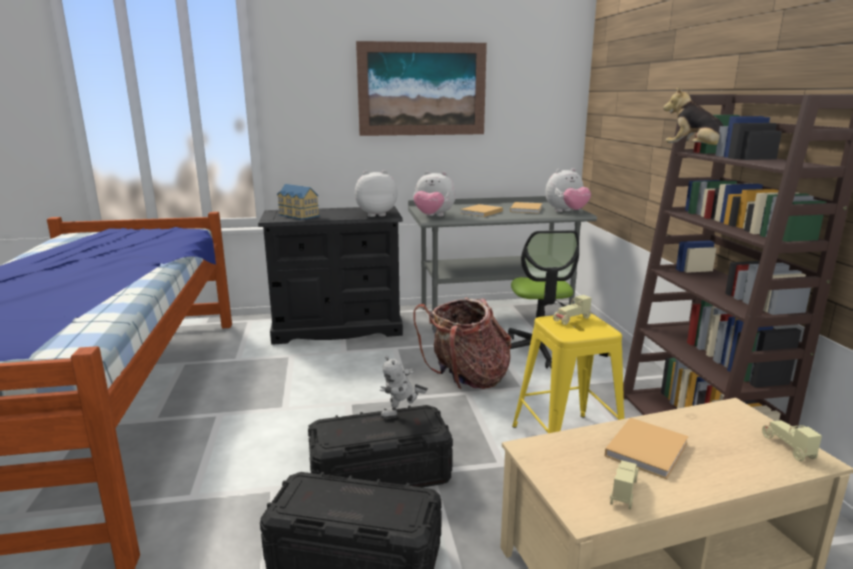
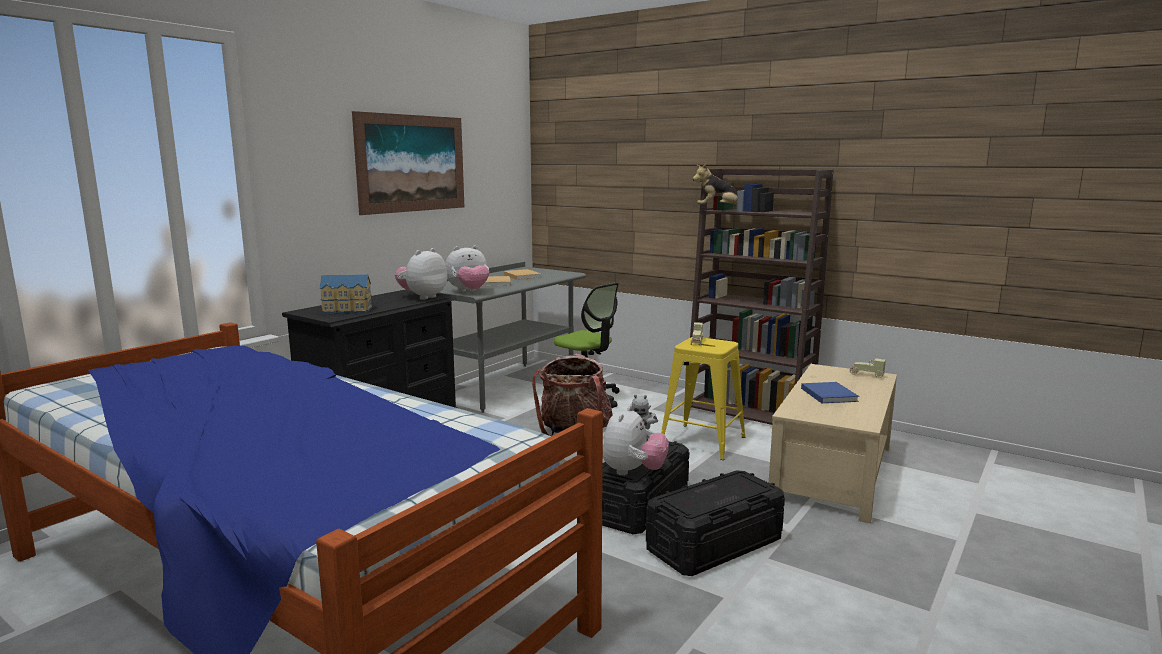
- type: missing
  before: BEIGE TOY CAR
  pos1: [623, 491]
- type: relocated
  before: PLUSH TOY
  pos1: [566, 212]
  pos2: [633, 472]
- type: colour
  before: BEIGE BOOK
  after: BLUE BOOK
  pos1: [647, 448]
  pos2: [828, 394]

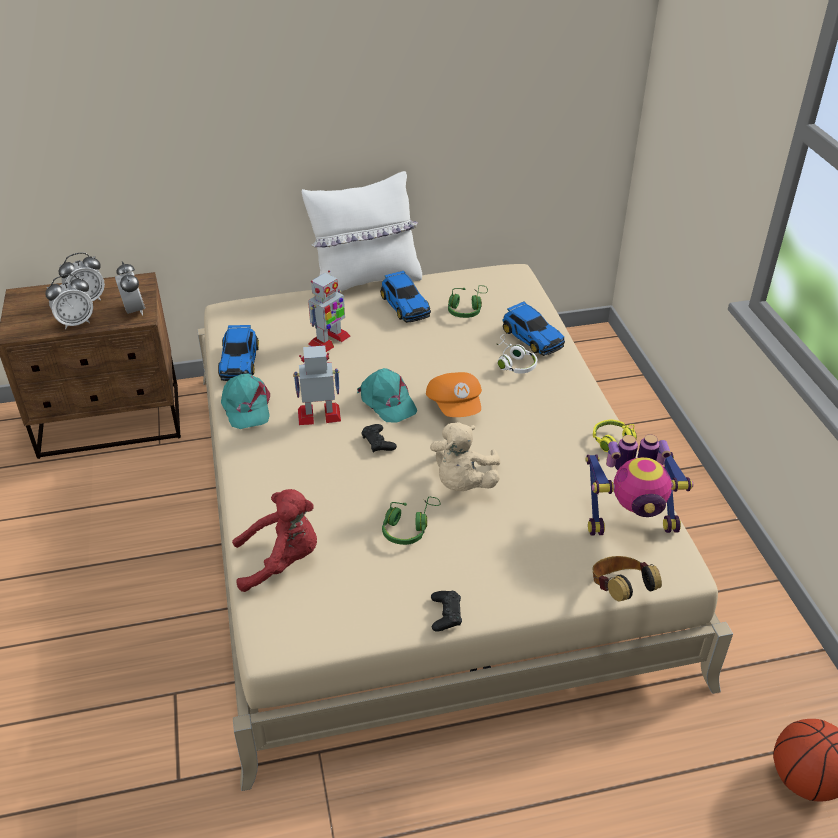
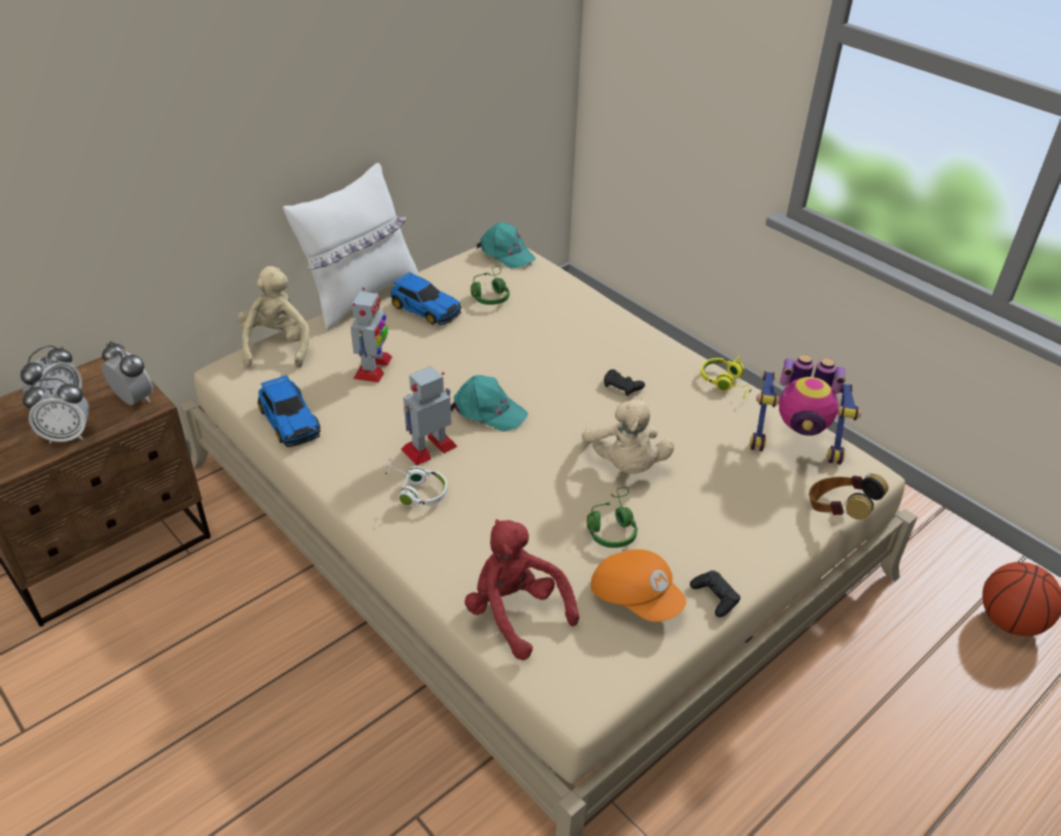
- type: missing
  before: TOY CAR
  pos1: [532, 337]
- type: appeared
  after: BEIGE PLUSH TOY
  pos2: [277, 346]
- type: relocated
  before: TURQUOISE CAP
  pos1: [246, 407]
  pos2: [506, 253]
- type: relocated
  before: BLACK GAME CONTROLLER
  pos1: [378, 442]
  pos2: [622, 386]
- type: relocated
  before: ORANGE CAP
  pos1: [456, 406]
  pos2: [636, 598]
- type: relocated
  before: WHITE HEADPHONES
  pos1: [513, 362]
  pos2: [415, 490]
- type: spun
  before: ALARM CLOCK
  pos1: [76, 322]
  pos2: [67, 436]
  turn: 45
- type: spun
  before: RED PLUSH TOY
  pos1: [282, 561]
  pos2: [515, 613]
  turn: -90
- type: spun
  before: TOY ROBOT
  pos1: [630, 521]
  pos2: [796, 446]
  turn: 45

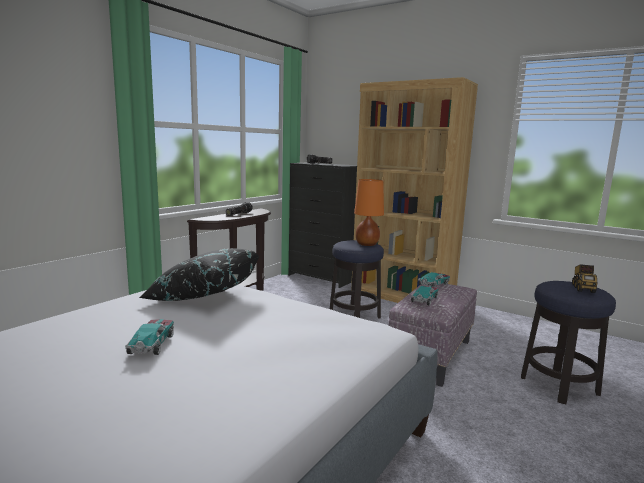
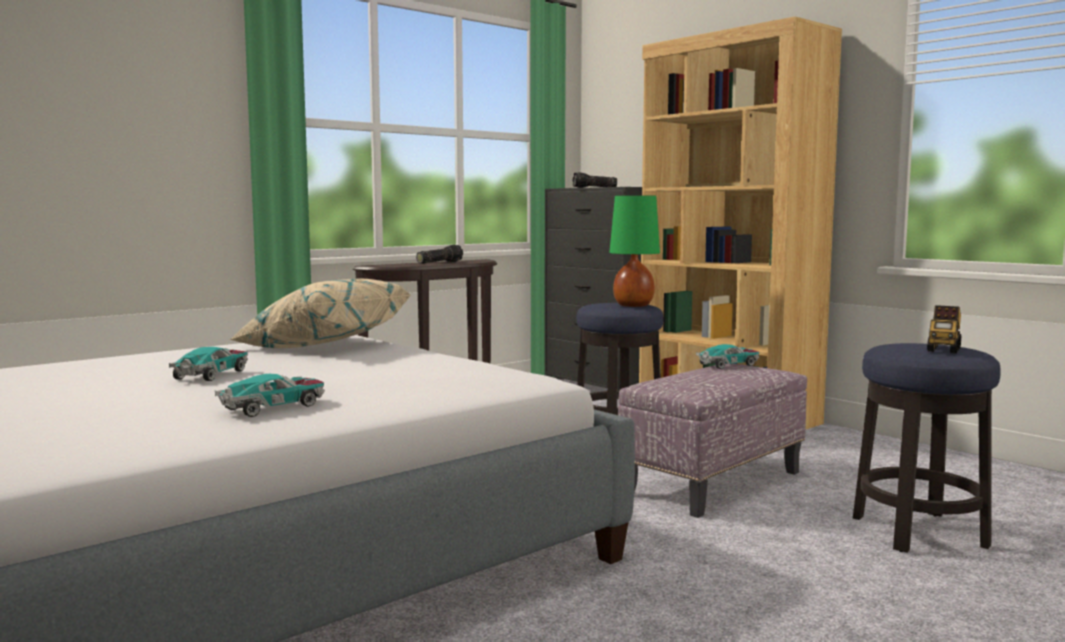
- type: relocated
  before: TOY CAR
  pos1: [425, 299]
  pos2: [274, 407]
- type: colour
  before: BLACK PILLOW
  after: BEIGE PILLOW
  pos1: [203, 295]
  pos2: [323, 346]
- type: colour
  before: ORANGE TABLE LAMP
  after: GREEN TABLE LAMP
  pos1: [366, 244]
  pos2: [633, 306]

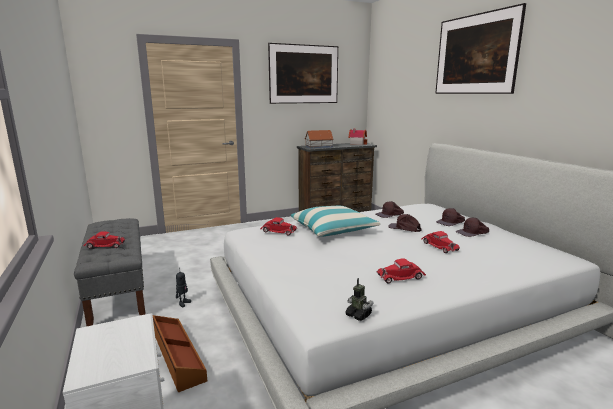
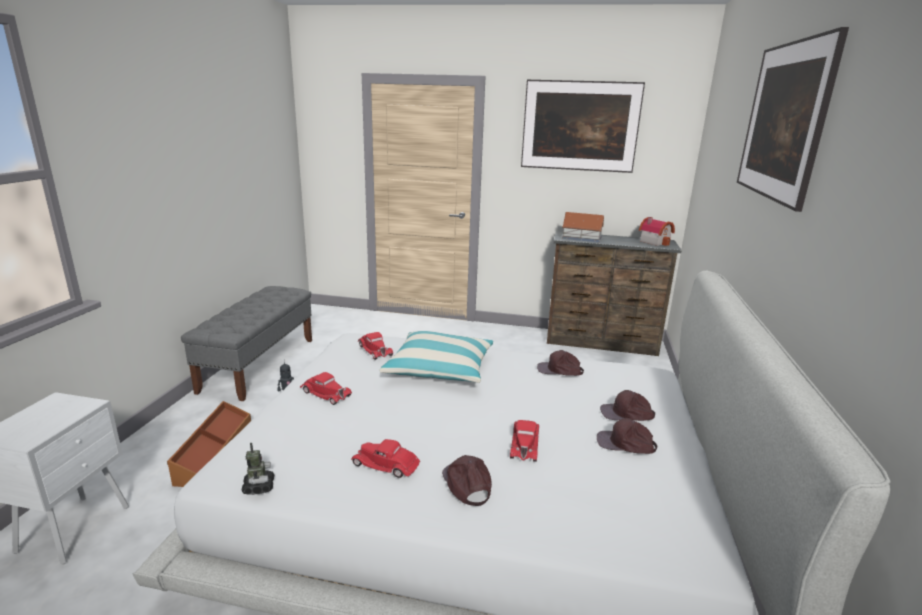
- type: relocated
  before: RED TOY CAR
  pos1: [104, 245]
  pos2: [325, 393]
- type: relocated
  before: BROWN CAP
  pos1: [404, 228]
  pos2: [466, 484]

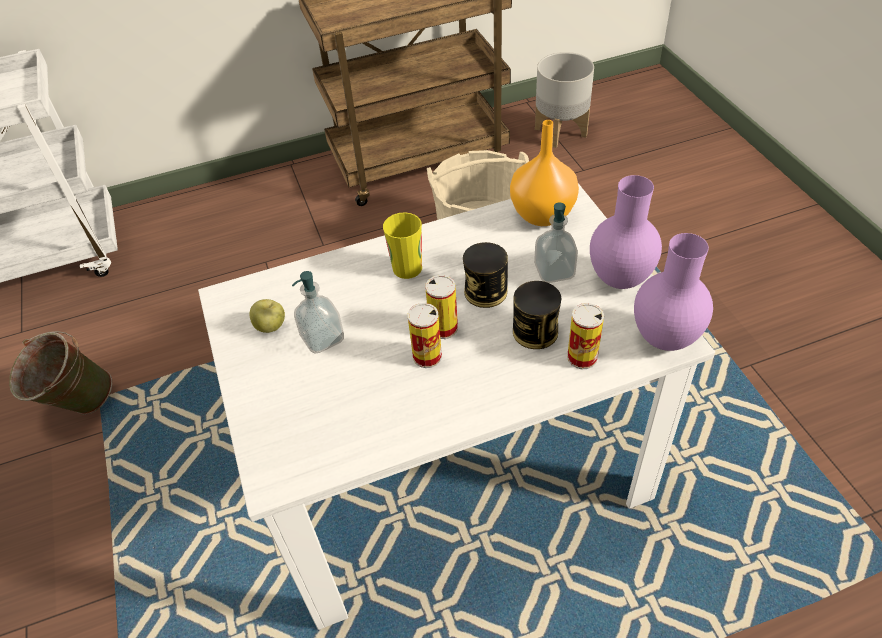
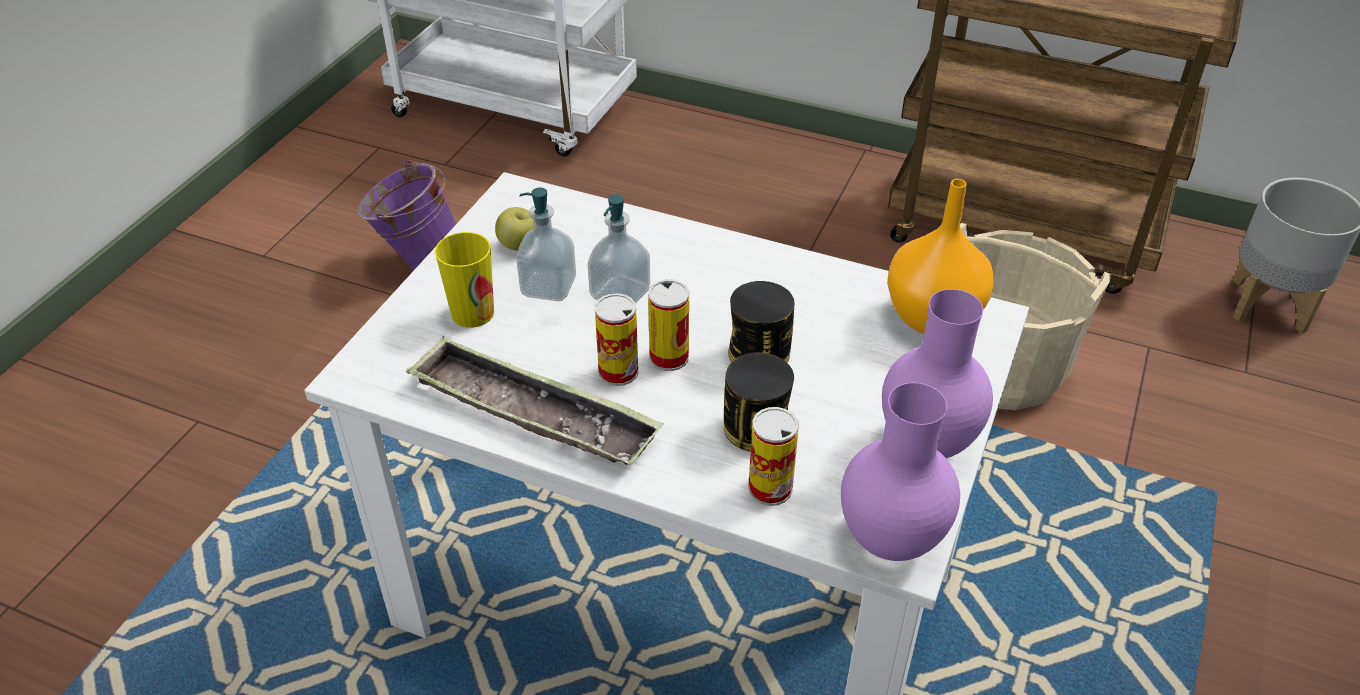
- type: appeared
  after: TRAY
  pos2: [533, 412]
- type: relocated
  before: CUP
  pos1: [407, 268]
  pos2: [472, 313]
- type: relocated
  before: SOAP DISPENSER
  pos1: [554, 271]
  pos2: [620, 294]
- type: colour
  before: GREEN BUCKET
  after: PURPLE BUCKET
  pos1: [77, 406]
  pos2: [419, 263]

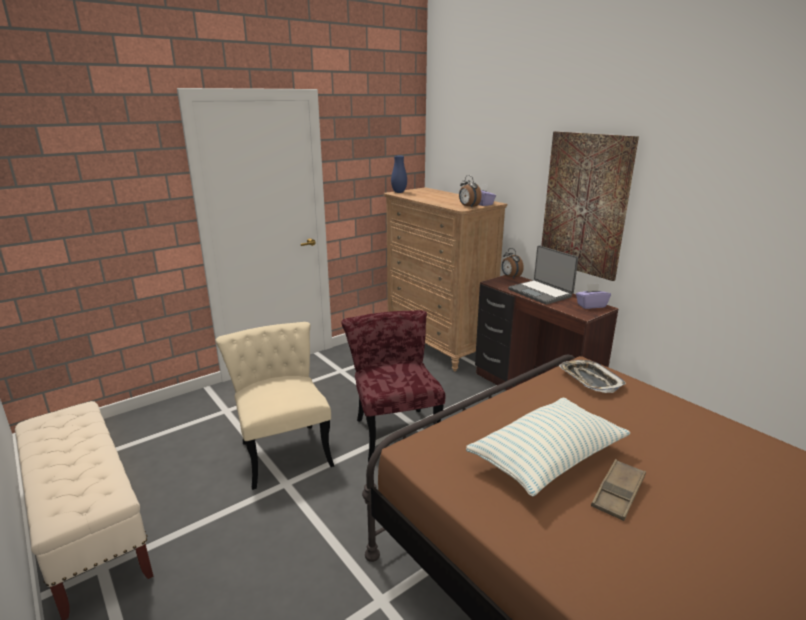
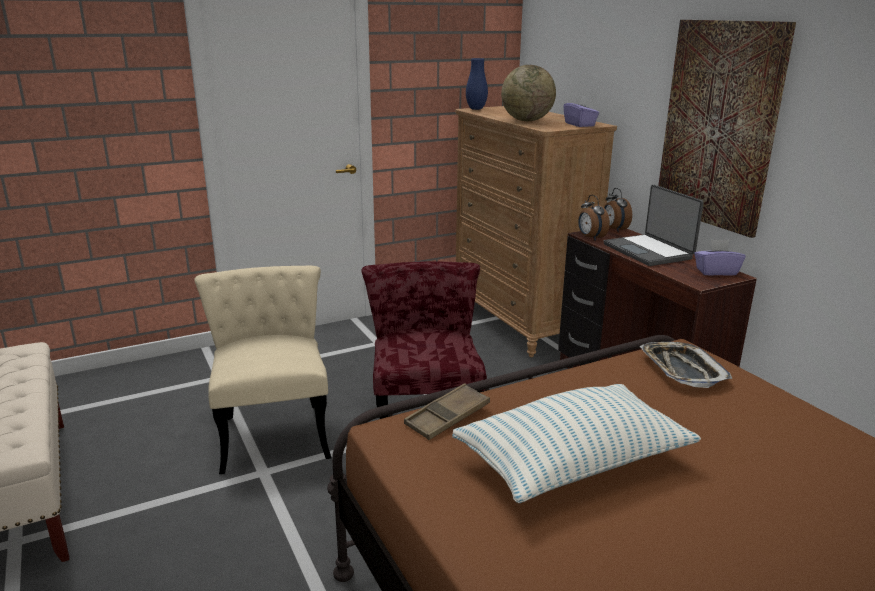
- type: appeared
  after: GLOBE
  pos2: [526, 120]
- type: relocated
  before: ALARM CLOCK
  pos1: [468, 207]
  pos2: [590, 238]
- type: relocated
  before: BROWN TRAY
  pos1: [618, 493]
  pos2: [447, 417]

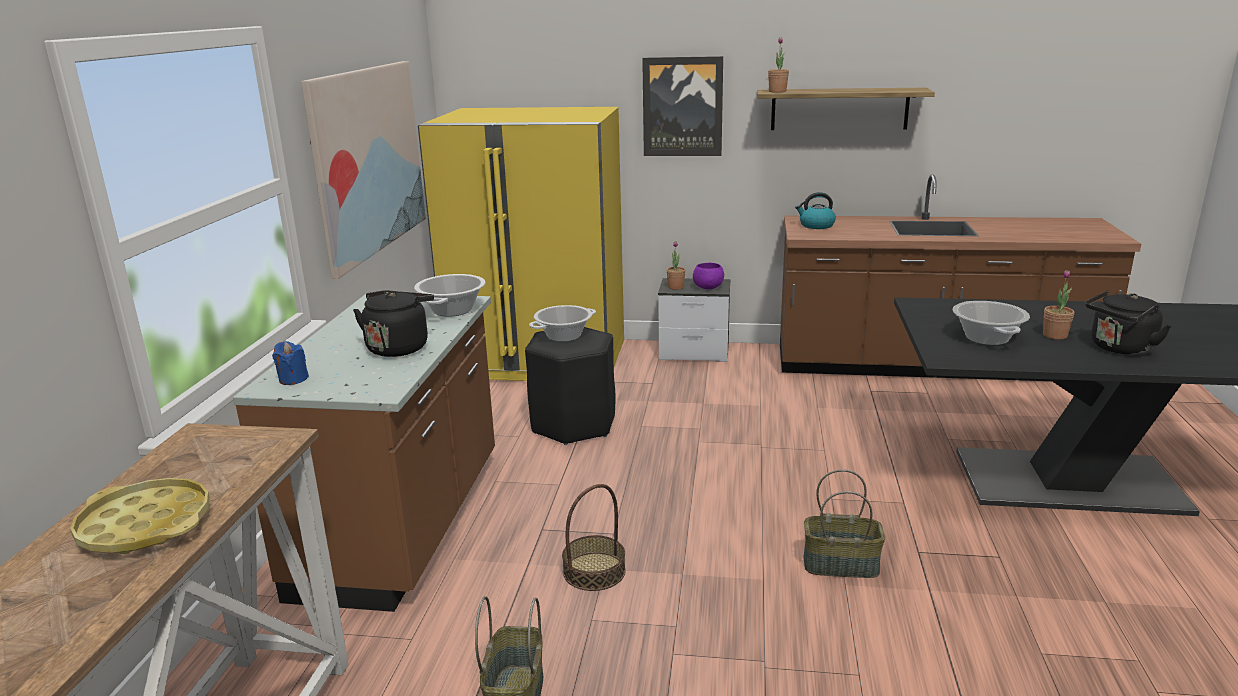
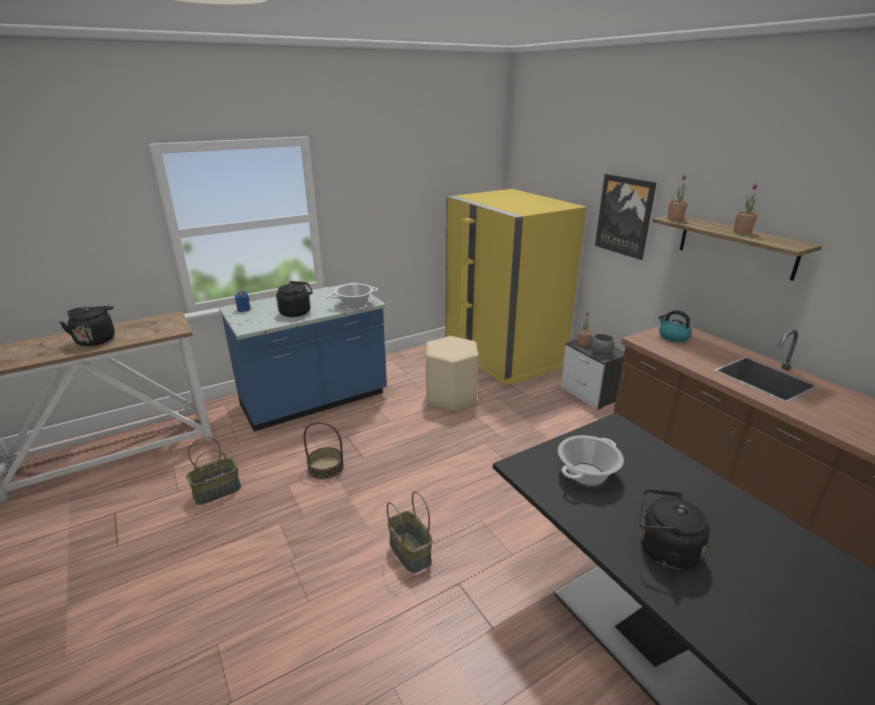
- type: missing
  before: PICTURE
  pos1: [369, 160]
- type: missing
  before: COOKING POT
  pos1: [563, 336]
- type: relocated
  before: POTTED PLANT
  pos1: [1055, 335]
  pos2: [742, 232]
- type: exchanged
  before: YELLOW TRAY
  after: BLACK KETTLE
  pos1: [146, 525]
  pos2: [96, 339]
- type: colour
  before: BROWN COUNTER
  after: BLUE COUNTER
  pos1: [404, 526]
  pos2: [314, 401]
- type: colour
  before: BLACK STOOL
  after: BEIGE STOOL
  pos1: [573, 425]
  pos2: [450, 397]
- type: colour
  before: PURPLE BOWL
  after: GREY BOWL
  pos1: [708, 288]
  pos2: [600, 353]

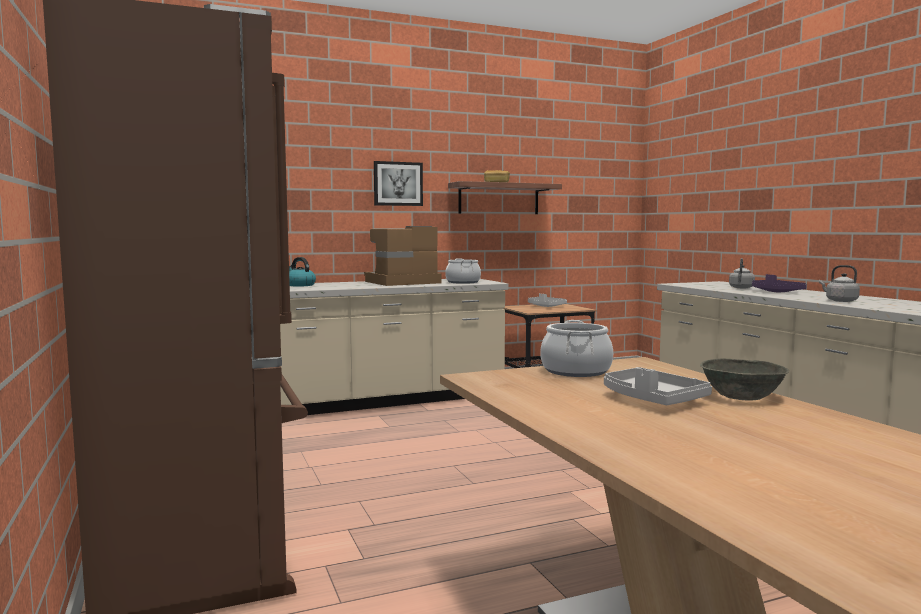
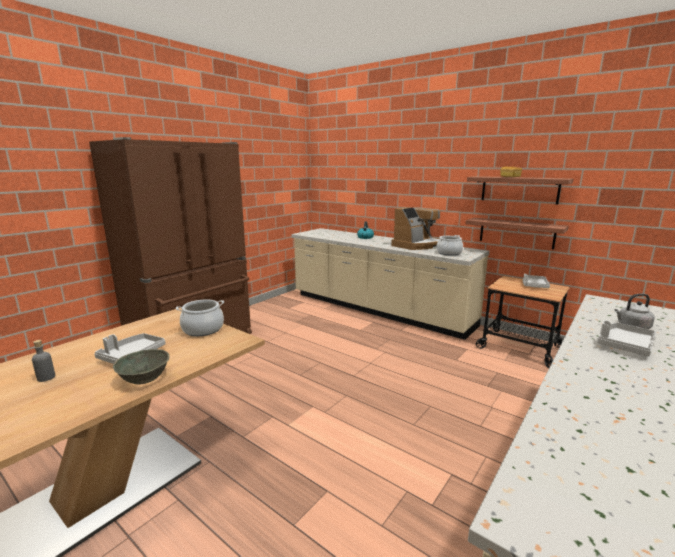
- type: missing
  before: PICTURE
  pos1: [398, 184]
- type: missing
  before: GREY KETTLE
  pos1: [839, 301]
- type: appeared
  after: GREY BOTTLE
  pos2: [46, 377]
- type: appeared
  after: SHELF
  pos2: [516, 233]
- type: colour
  before: PURPLE TRAY
  after: GREY TRAY
  pos1: [775, 292]
  pos2: [624, 345]
- type: spun
  before: COFFEE MACHINE
  pos1: [401, 282]
  pos2: [417, 245]
  turn: 105

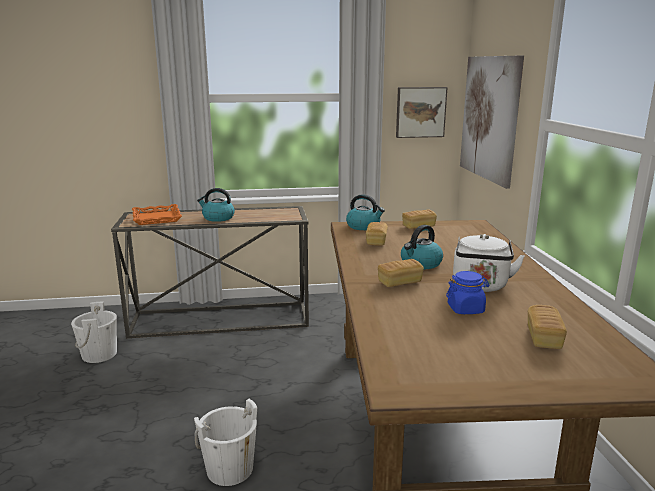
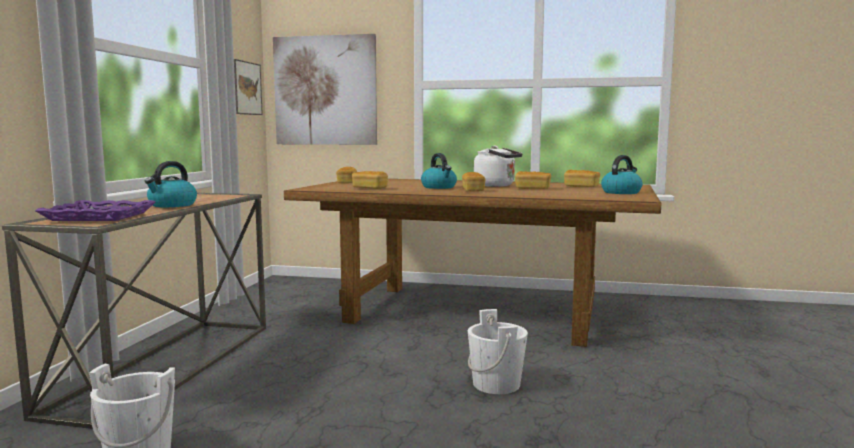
- type: relocated
  before: KETTLE
  pos1: [364, 226]
  pos2: [621, 192]
- type: exchanged
  before: BLUE JAR
  after: BREAD
  pos1: [466, 309]
  pos2: [532, 188]
- type: colour
  before: ORANGE TRAY
  after: PURPLE TRAY
  pos1: [156, 218]
  pos2: [99, 216]

